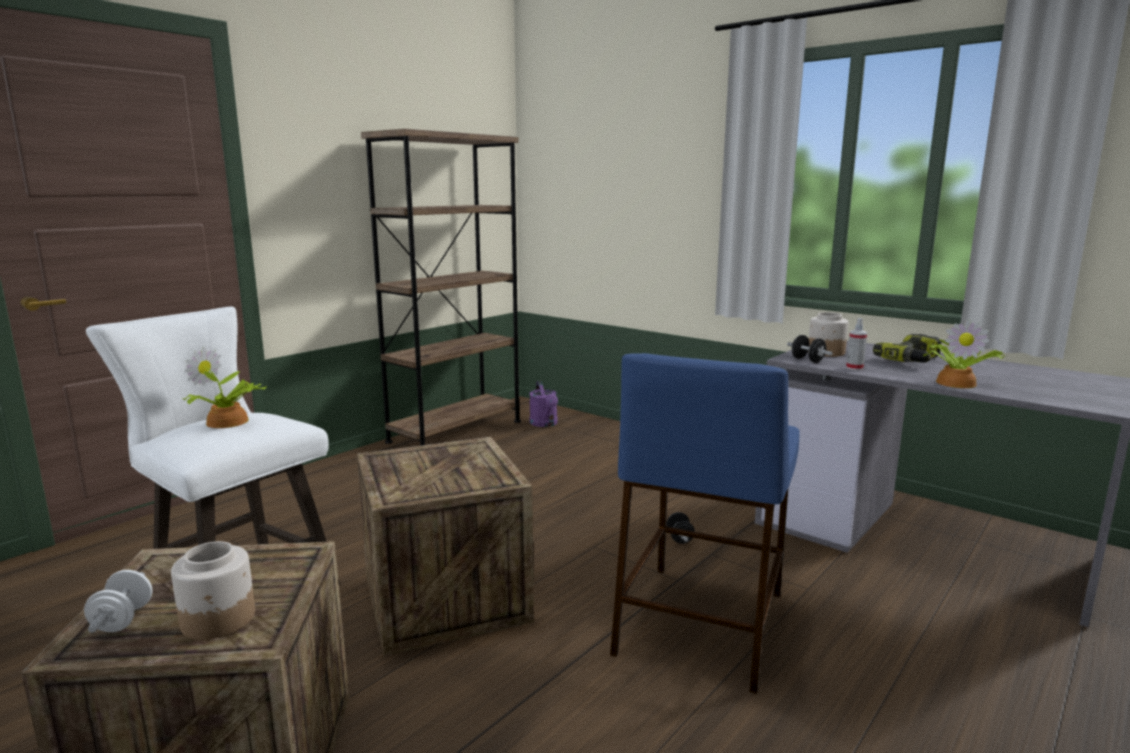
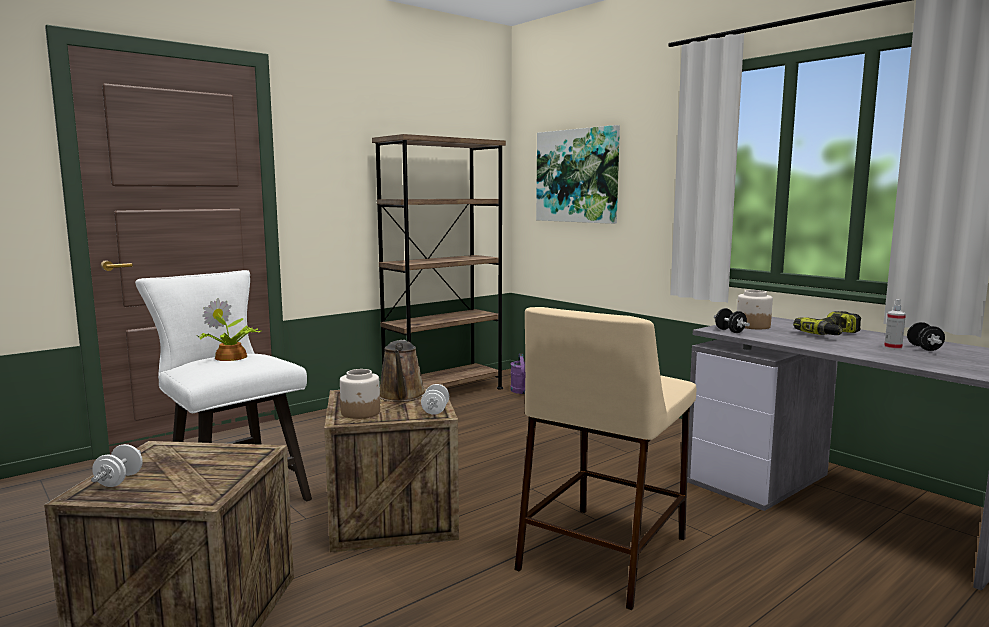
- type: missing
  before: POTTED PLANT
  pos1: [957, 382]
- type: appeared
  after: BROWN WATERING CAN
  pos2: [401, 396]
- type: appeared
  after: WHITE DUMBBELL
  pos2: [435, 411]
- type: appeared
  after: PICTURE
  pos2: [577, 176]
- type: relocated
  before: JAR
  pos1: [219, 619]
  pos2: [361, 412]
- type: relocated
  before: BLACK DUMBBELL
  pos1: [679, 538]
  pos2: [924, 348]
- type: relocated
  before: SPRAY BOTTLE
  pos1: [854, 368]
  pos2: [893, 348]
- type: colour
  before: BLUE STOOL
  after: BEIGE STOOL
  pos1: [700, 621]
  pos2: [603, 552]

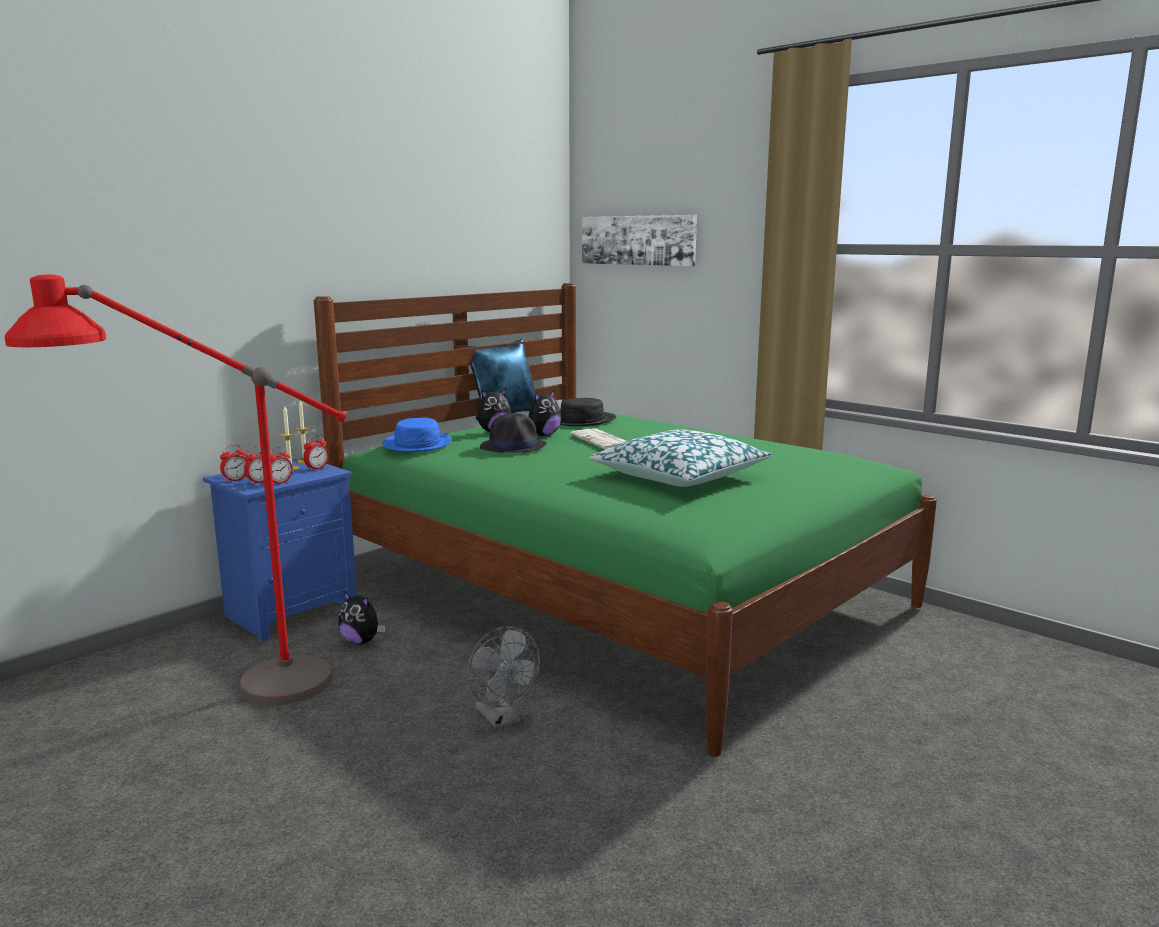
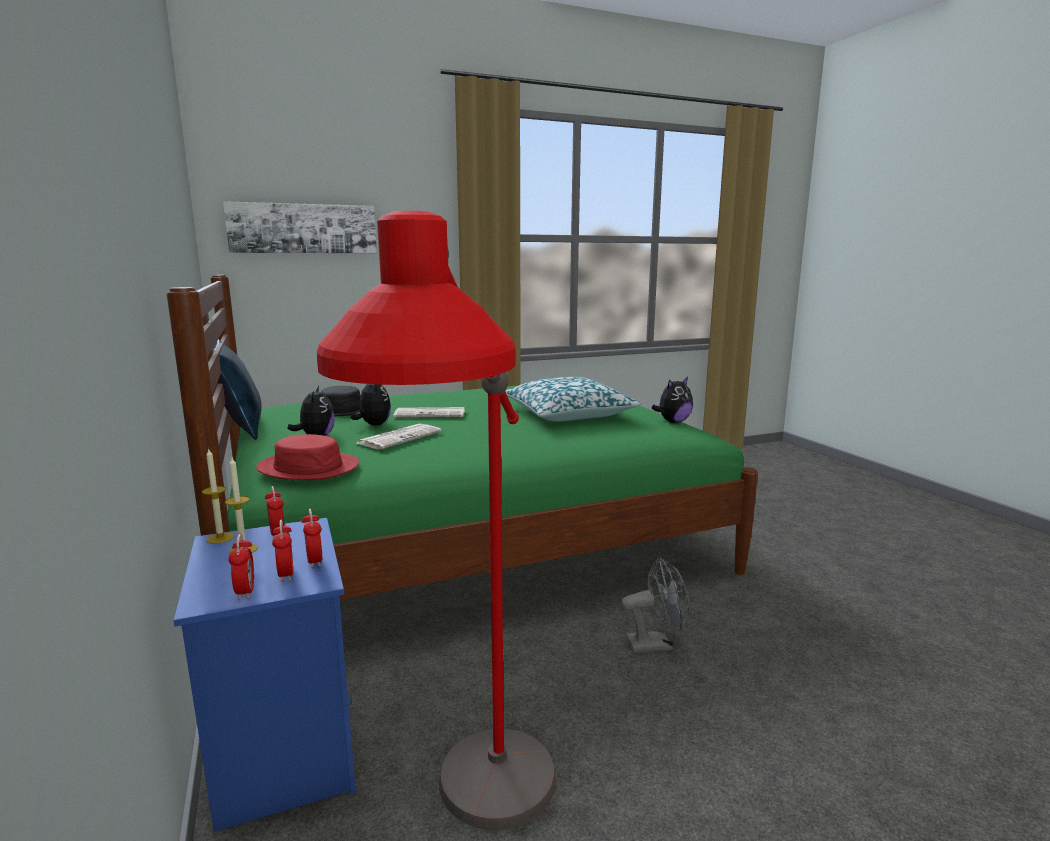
- type: relocated
  before: PLUSH TOY
  pos1: [361, 641]
  pos2: [673, 422]
- type: exchanged
  before: BLACK HAT
  after: NEWSPAPER
  pos1: [514, 446]
  pos2: [399, 437]
- type: colour
  before: BLUE HAT
  after: RED HAT
  pos1: [418, 444]
  pos2: [308, 467]

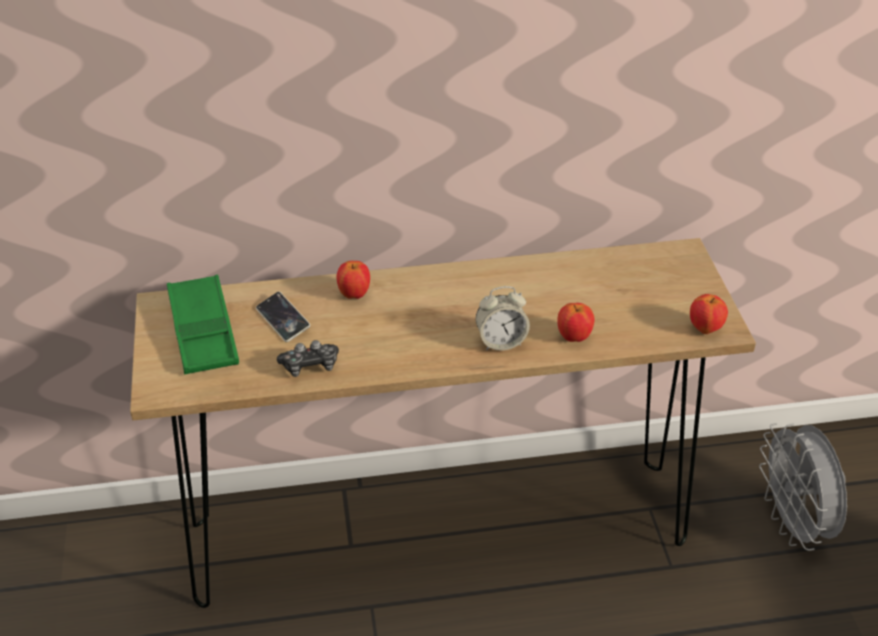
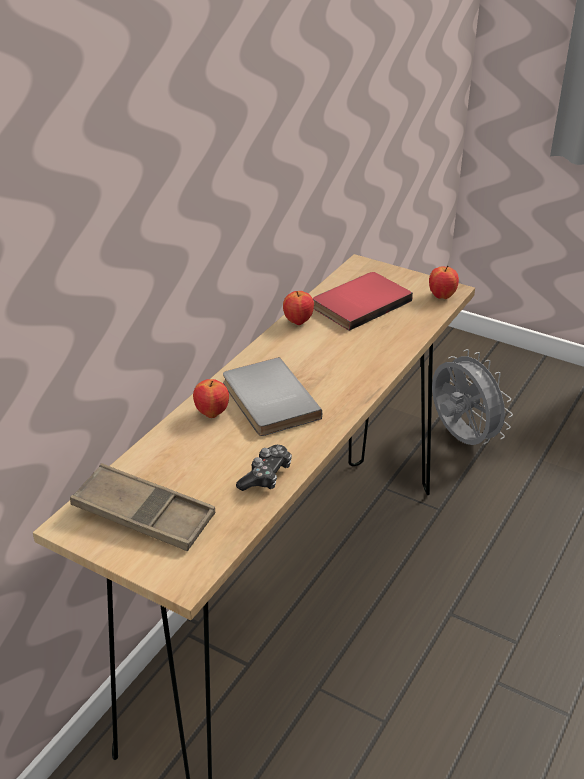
- type: missing
  before: PHONE
  pos1: [283, 320]
- type: missing
  before: ALARM CLOCK
  pos1: [501, 342]
- type: appeared
  after: GREY BOOK
  pos2: [267, 401]
- type: appeared
  after: RED BOOK
  pos2: [359, 303]
- type: relocated
  before: APPLE
  pos1: [574, 337]
  pos2: [298, 321]
- type: colour
  before: GREEN TRAY
  after: BROWN TRAY
  pos1: [203, 331]
  pos2: [144, 514]
- type: spun
  before: GREY FAN
  pos1: [794, 524]
  pos2: [461, 438]
  turn: -150

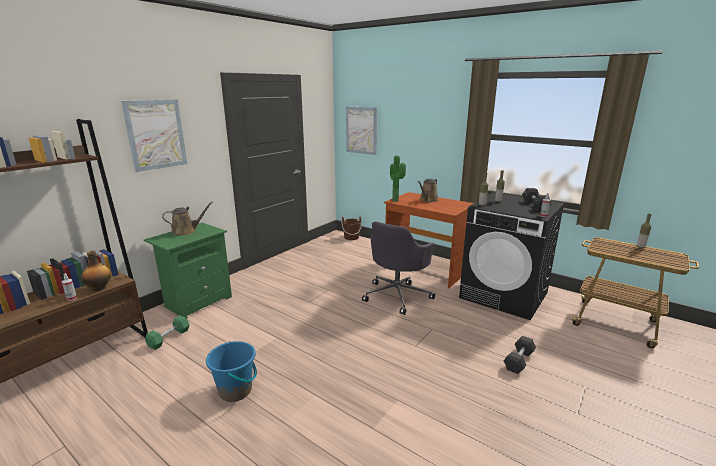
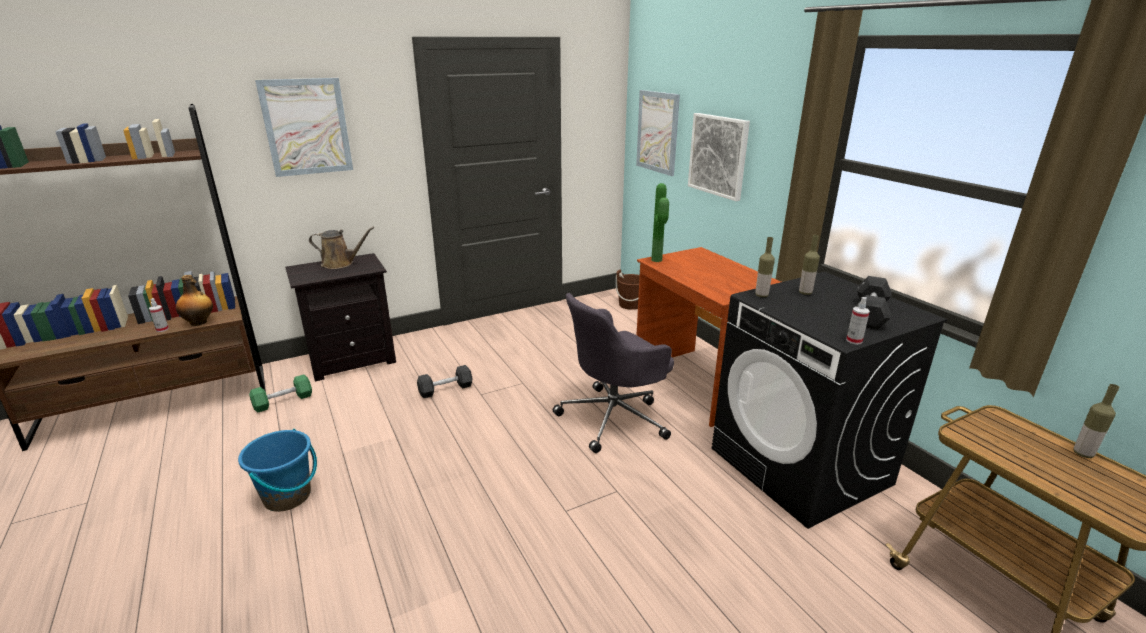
- type: missing
  before: BROWN WATERING CAN
  pos1: [428, 200]
- type: appeared
  after: PICTURE
  pos2: [718, 155]
- type: relocated
  before: BLACK DUMBBELL
  pos1: [519, 361]
  pos2: [445, 389]
- type: colour
  before: GREEN NIGHTSTAND
  after: BLACK NIGHTSTAND
  pos1: [197, 302]
  pos2: [352, 360]

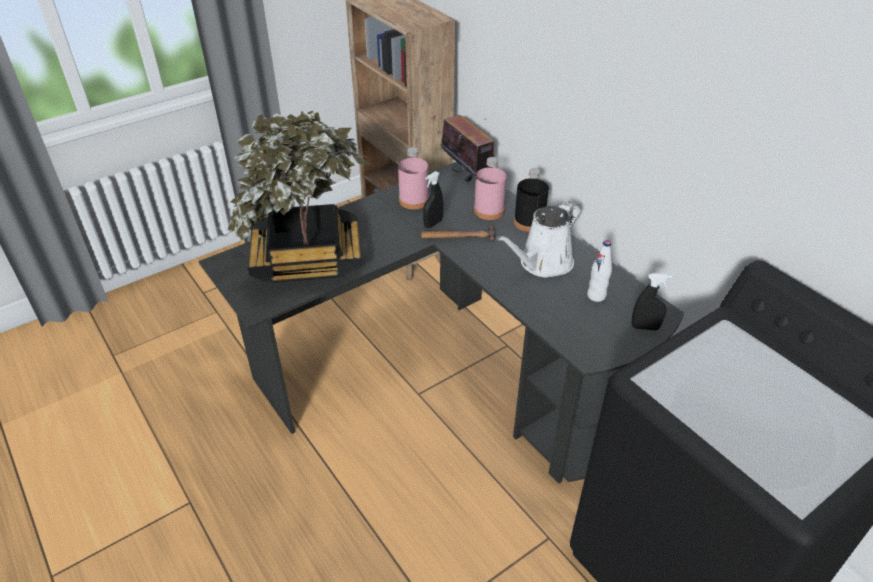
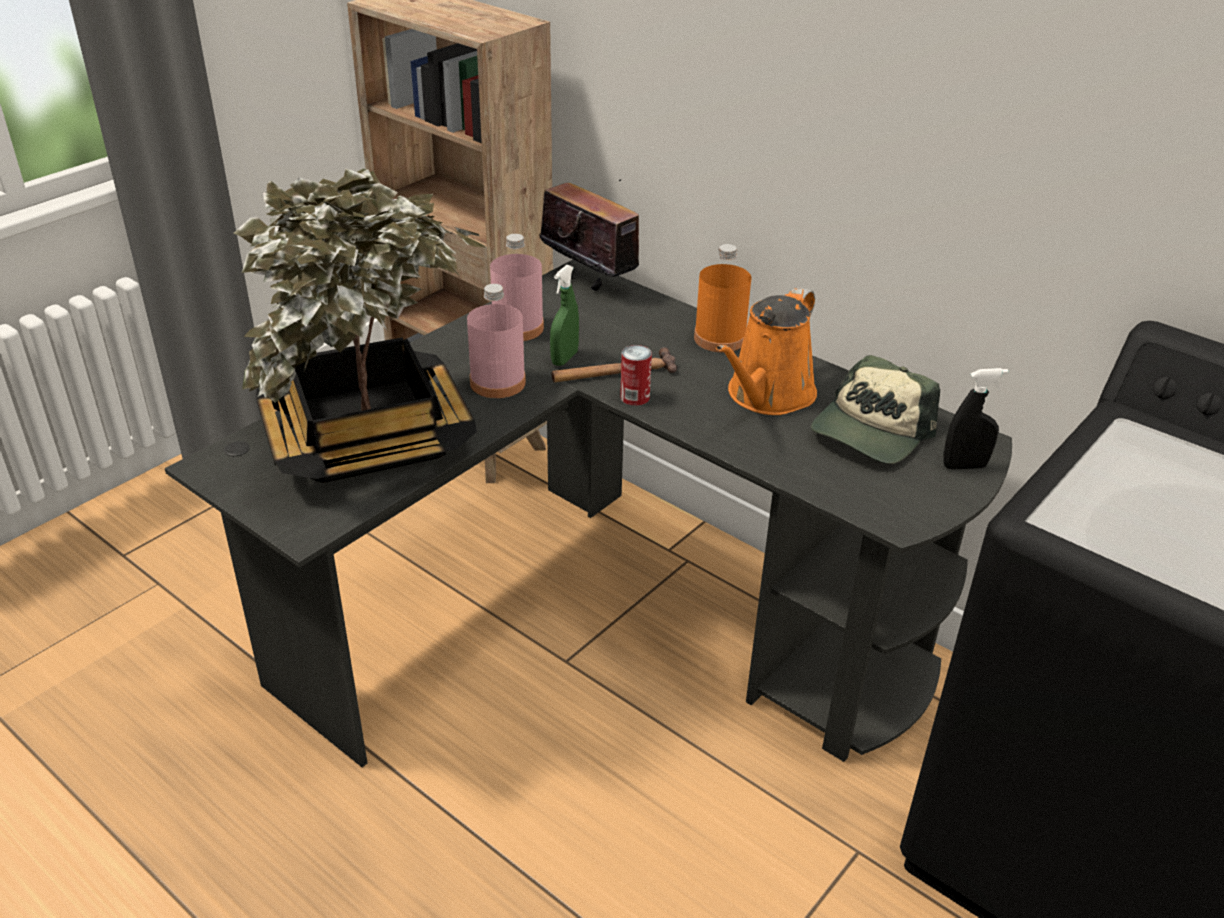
- type: appeared
  after: CAN
  pos2: [635, 397]
- type: relocated
  before: PINK BOTTLE
  pos1: [489, 210]
  pos2: [497, 383]
- type: exchanged
  before: WHITE BOTTLE
  after: CAP
  pos1: [596, 296]
  pos2: [871, 431]
- type: colour
  before: BLACK SPRAY BOTTLE
  after: GREEN SPRAY BOTTLE
  pos1: [433, 223]
  pos2: [564, 358]
- type: colour
  before: WHITE WATERING CAN
  after: ORANGE WATERING CAN
  pos1: [542, 264]
  pos2: [767, 396]
- type: colour
  before: BLACK BOTTLE
  after: ORANGE BOTTLE
  pos1: [529, 222]
  pos2: [720, 338]

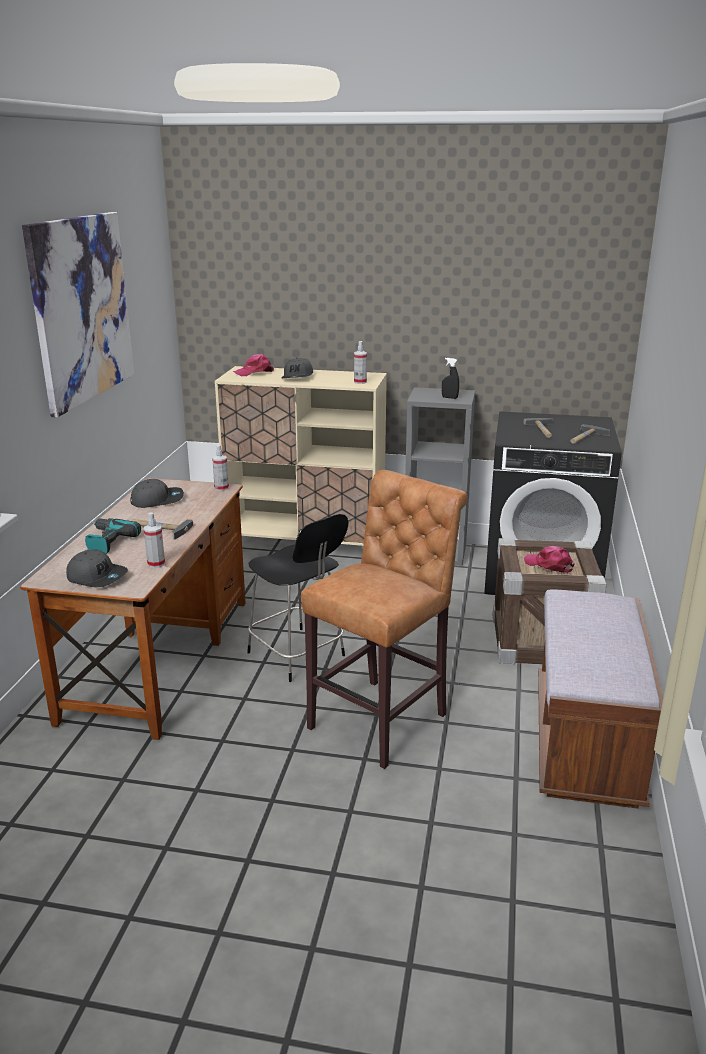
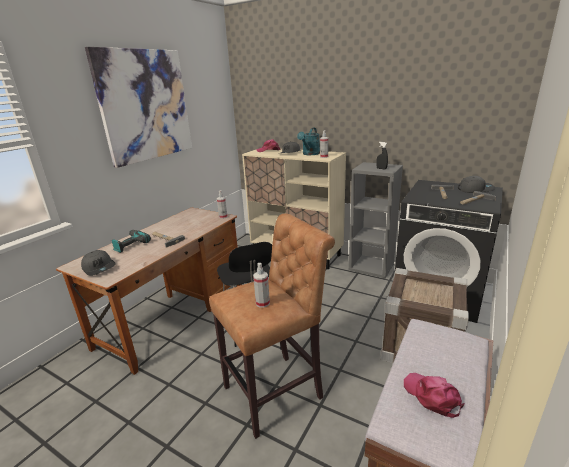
- type: appeared
  after: TURQUOISE WATERING CAN
  pos2: [310, 154]
- type: relocated
  before: GREY CAP
  pos1: [157, 500]
  pos2: [475, 189]
- type: relocated
  before: SPRAY BOTTLE
  pos1: [156, 564]
  pos2: [262, 303]
- type: relocated
  before: PINK CAP
  pos1: [549, 565]
  pos2: [432, 396]

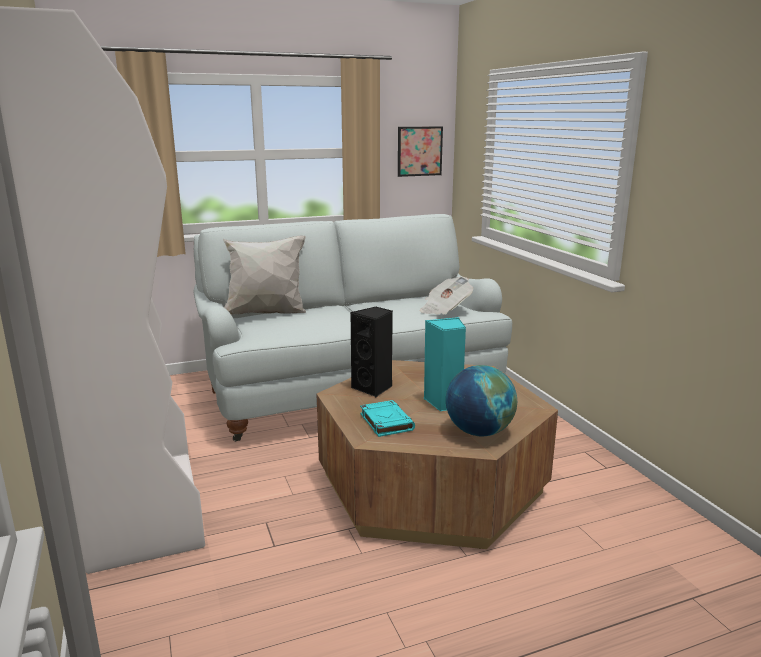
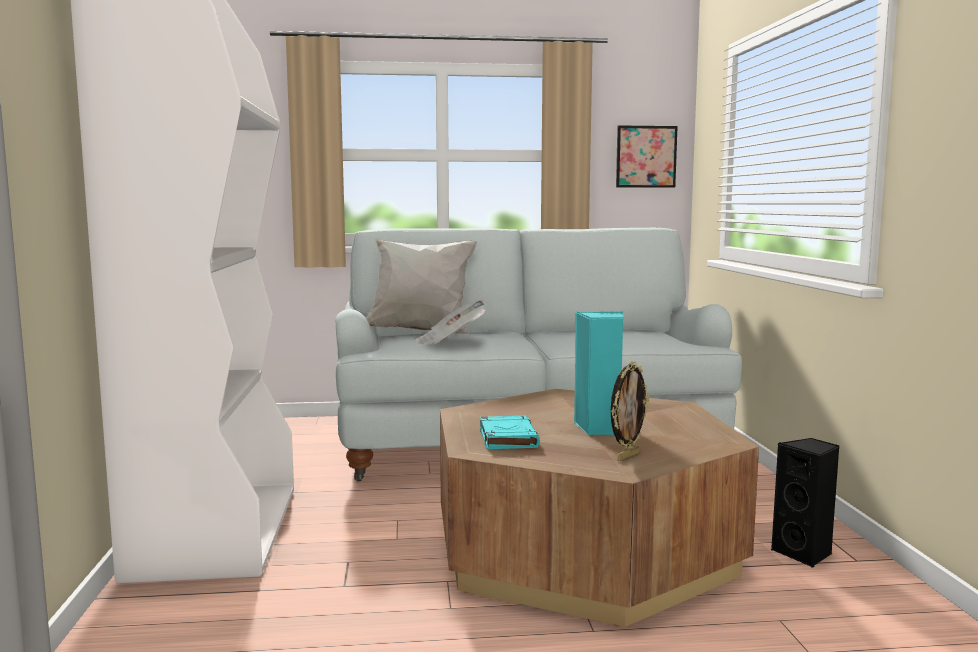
- type: relocated
  before: BLACK SPEAKER
  pos1: [373, 388]
  pos2: [804, 554]
- type: relocated
  before: NEWSPAPER
  pos1: [445, 309]
  pos2: [450, 342]
- type: exchanged
  before: GLOBE
  after: PICTURE FRAME
  pos1: [479, 432]
  pos2: [627, 456]

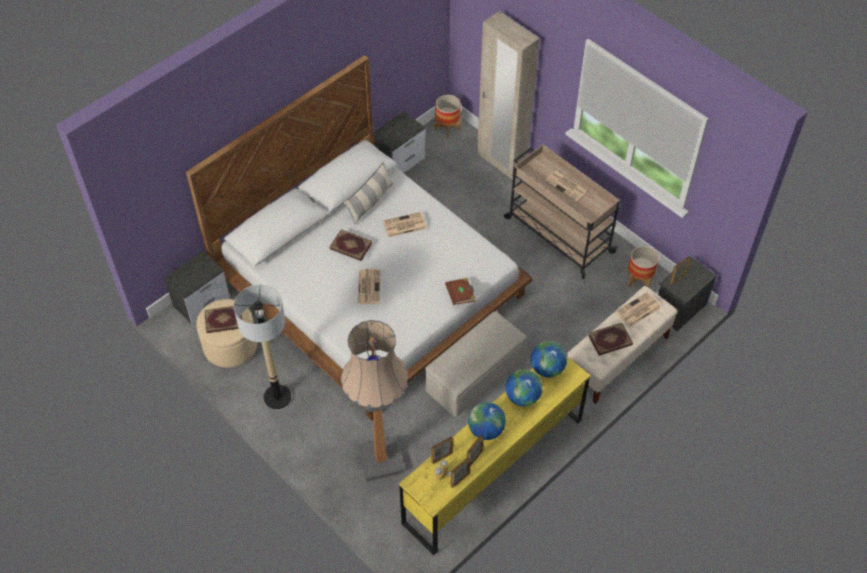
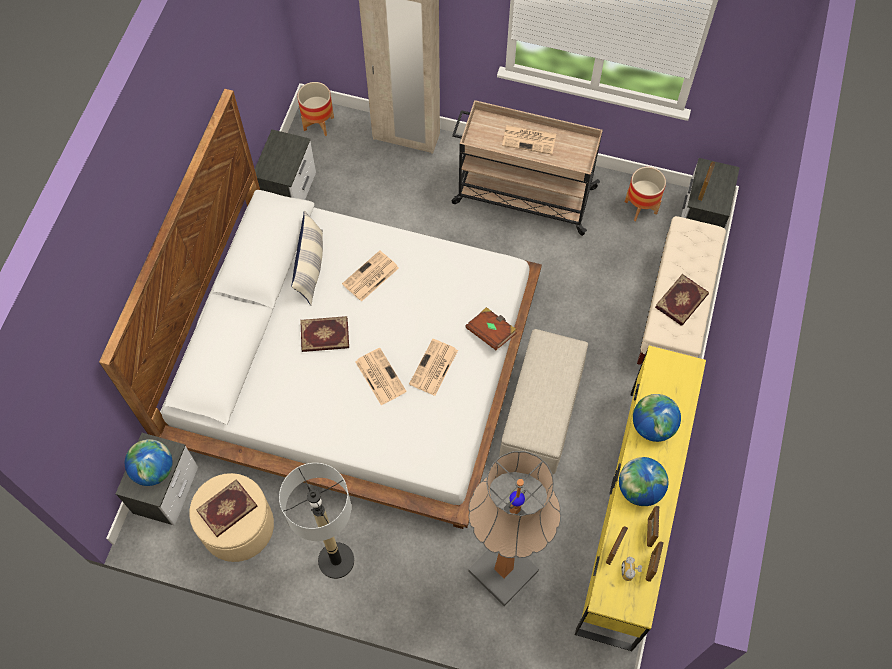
- type: relocated
  before: GLOBE
  pos1: [547, 368]
  pos2: [154, 470]
- type: relocated
  before: NEWSPAPER
  pos1: [637, 310]
  pos2: [433, 368]

